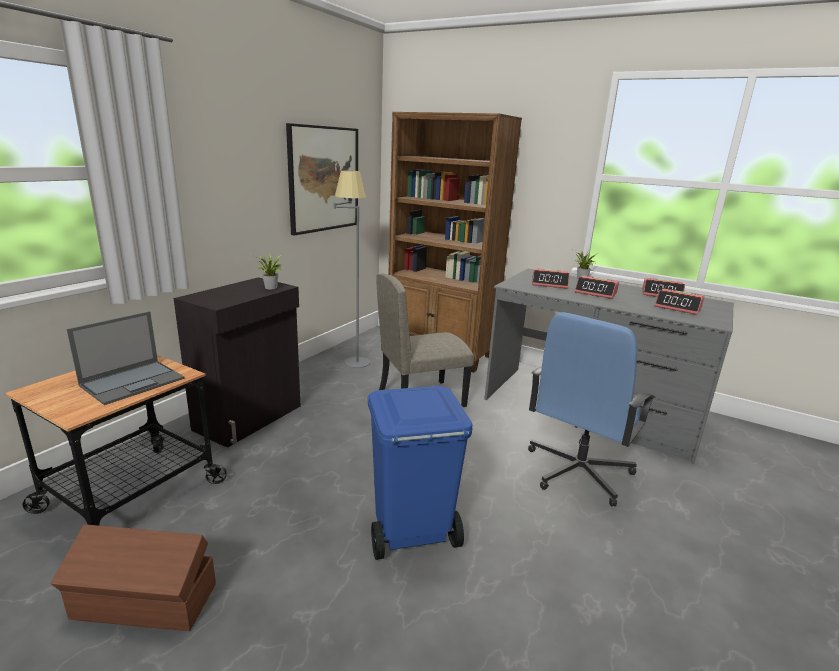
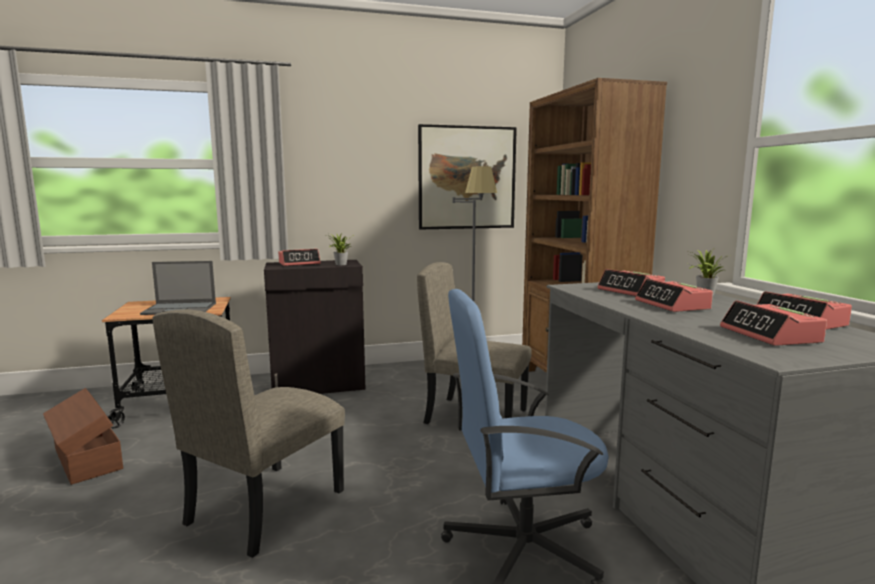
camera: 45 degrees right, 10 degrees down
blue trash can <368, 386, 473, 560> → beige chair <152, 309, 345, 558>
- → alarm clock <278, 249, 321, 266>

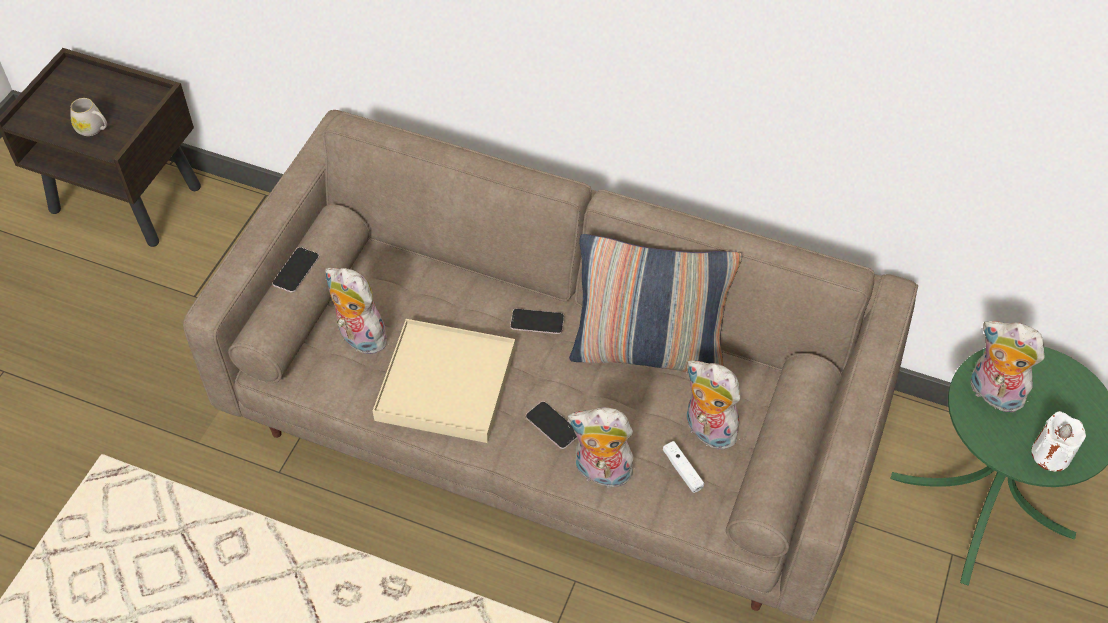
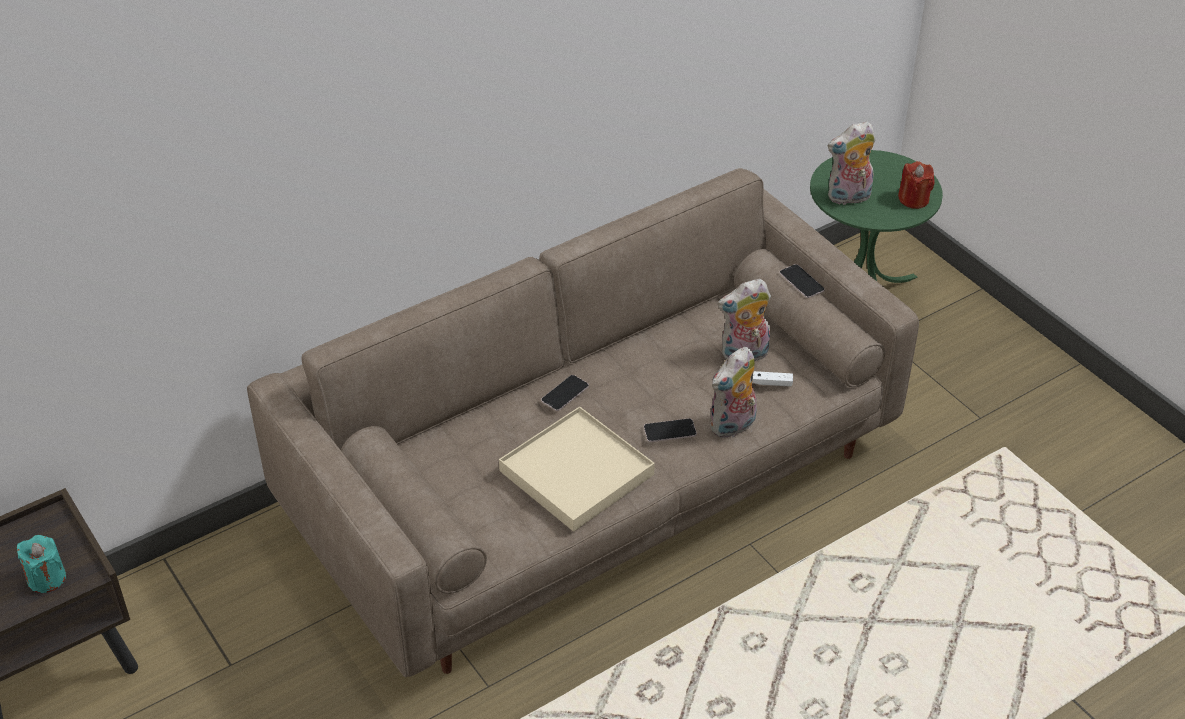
camera: 55 degrees left, 10 degrees down
white mug <70, 98, 107, 136> → turquoise candle <17, 535, 66, 593>
phone <272, 247, 320, 293> → phone <780, 264, 825, 298>, shifted
plush toy <325, 268, 389, 354> → -
pillow <569, 234, 742, 373> → -
white candle <1031, 411, 1086, 471> → red candle <898, 161, 935, 209>

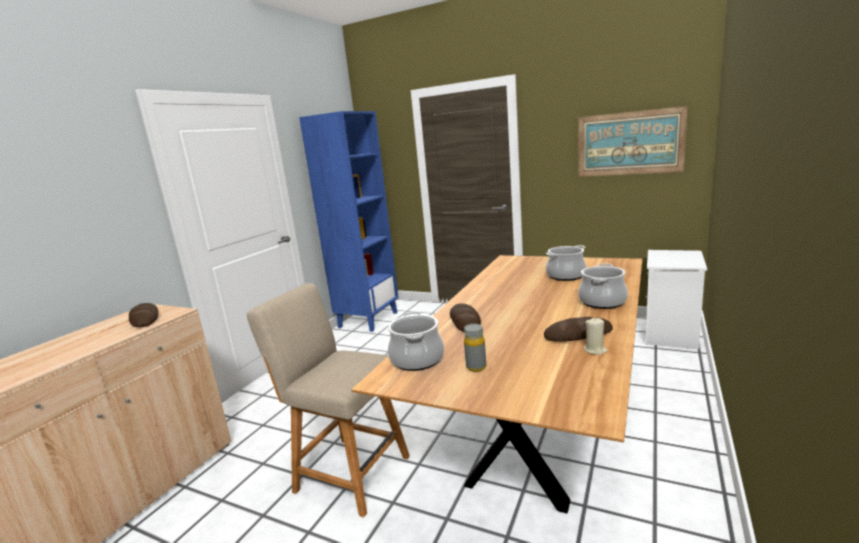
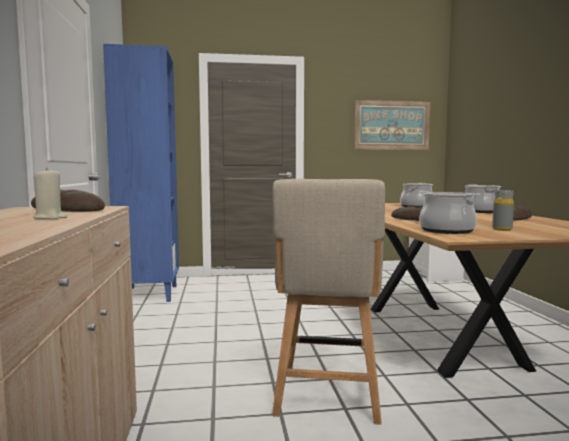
camera: 35 degrees left, 10 degrees down
beige chair <247, 283, 410, 517> → beige chair <272, 179, 385, 425>, 75 degrees counterclockwise
beige candle <583, 317, 608, 355> → beige candle <33, 168, 67, 219>, shifted

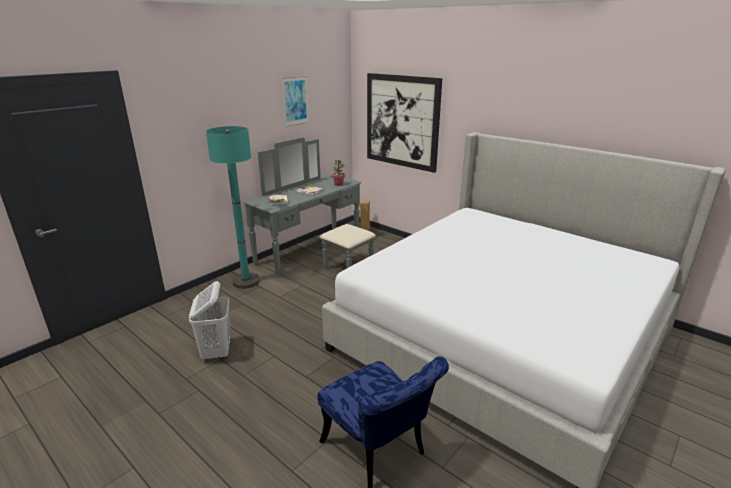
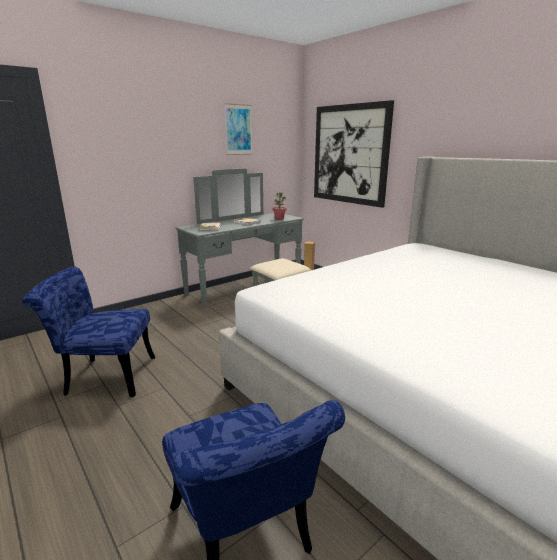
camera: 10 degrees right, 5 degrees down
white laundry basket <189, 281, 230, 361> → blue chair <22, 266, 155, 397>
turquoise floor lamp <206, 126, 260, 289> → -

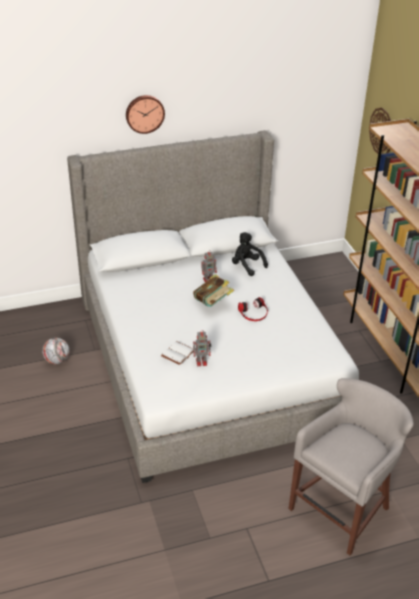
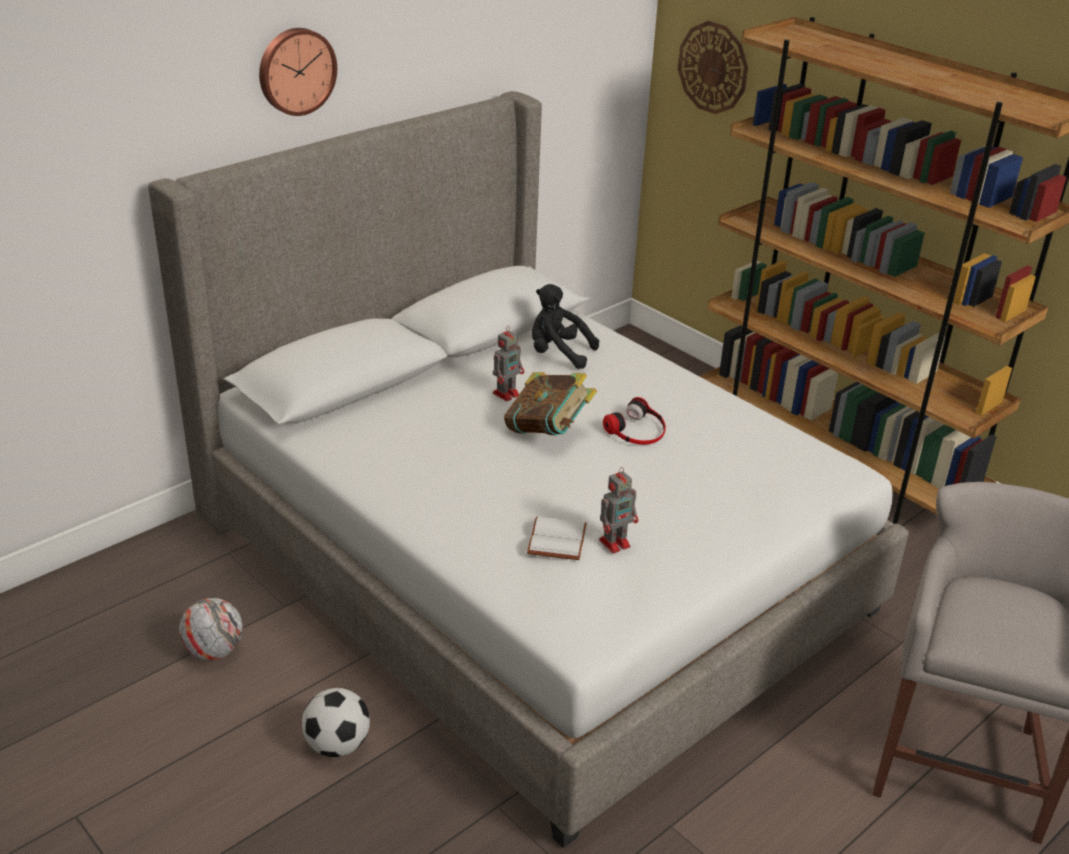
camera: 25 degrees left, 5 degrees down
- → football <302, 688, 370, 757>

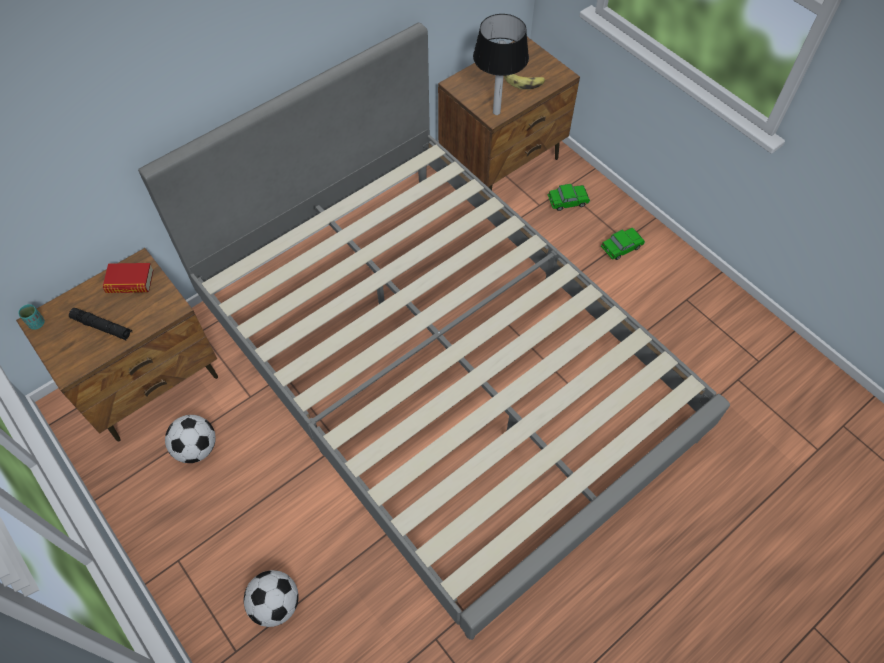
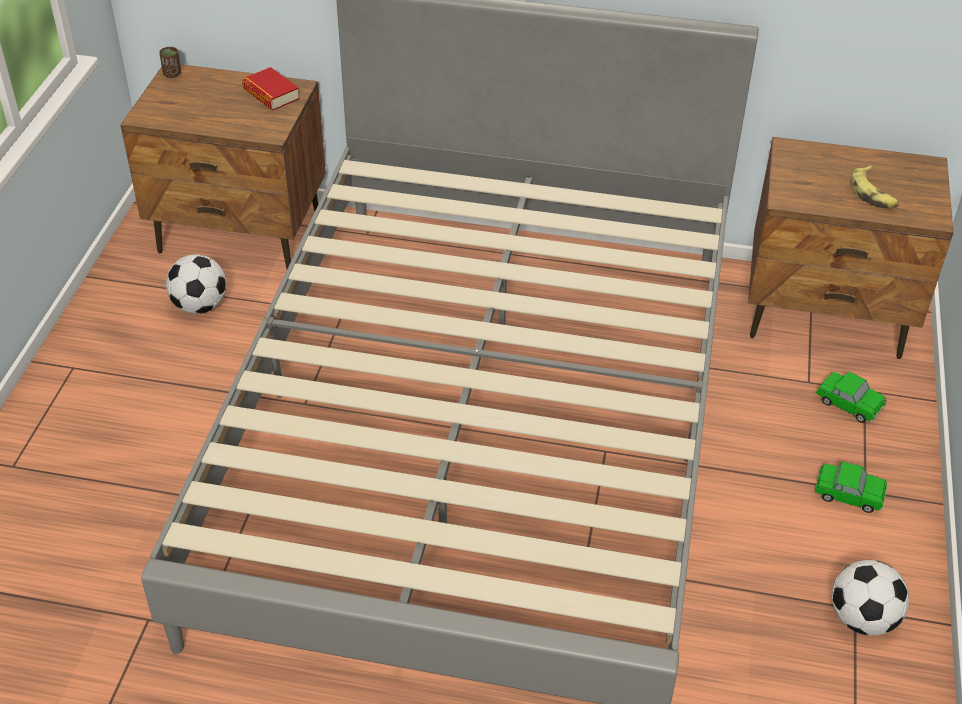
camera: 50 degrees right, 15 degrees down
turquoise cup <18, 304, 45, 330> → brown cup <159, 47, 181, 78>
black flashlight <69, 308, 132, 340> → -
football <244, 570, 299, 627> → football <832, 560, 909, 636>, shifted
table lamp <473, 14, 529, 115> → -

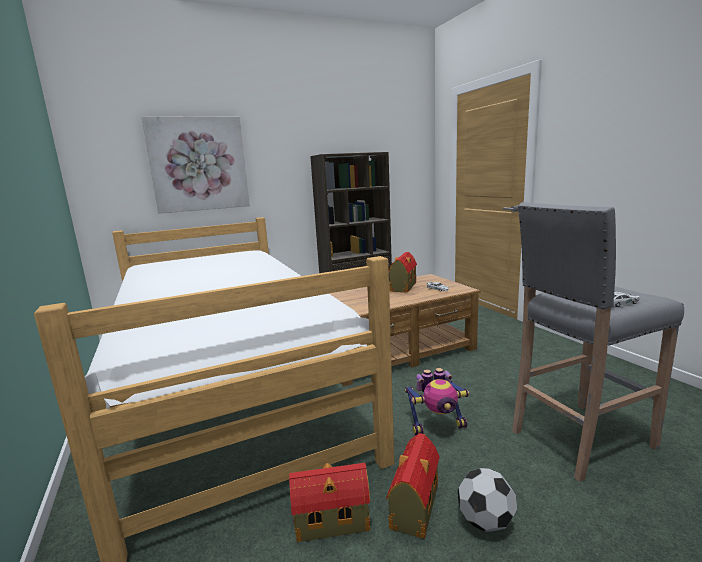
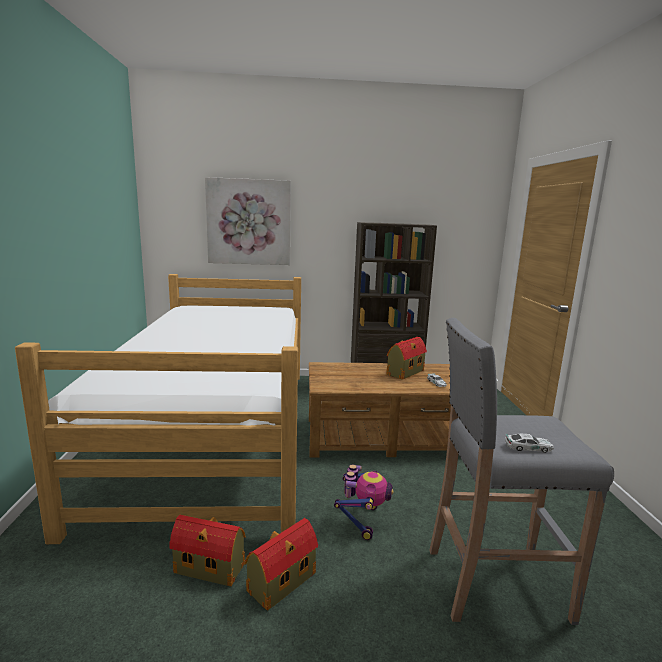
camera: 20 degrees right, 0 degrees up
toy robot <405, 368, 469, 435> → toy robot <334, 464, 394, 540>, 90 degrees counterclockwise
football <458, 468, 517, 532> → -

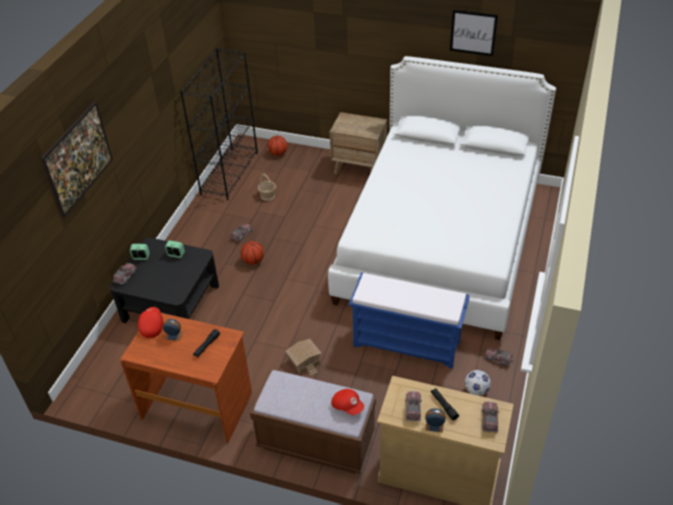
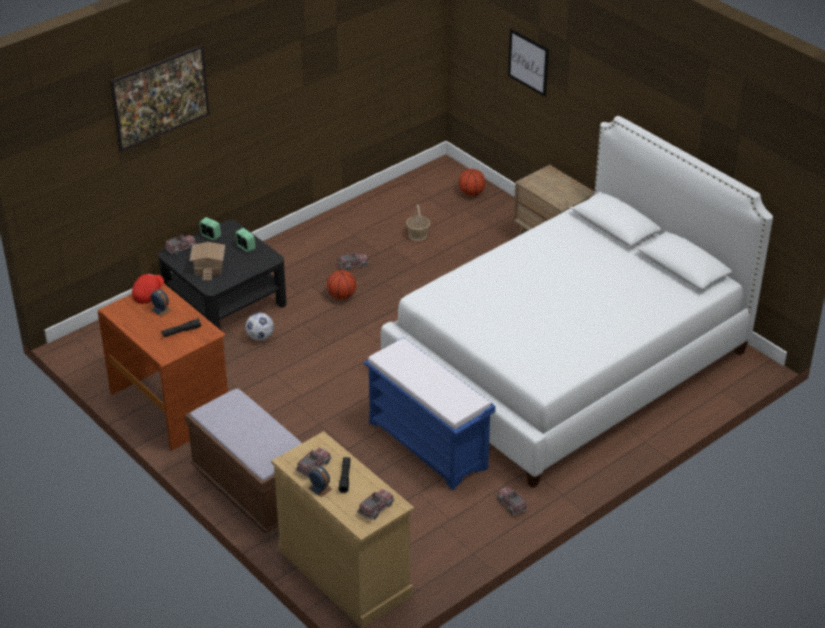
camera: 30 degrees right, 5 degrees down
black bookcase <180, 48, 258, 200> → -
toy house <285, 339, 322, 376> → toy house <190, 242, 225, 281>, shifted
red cap <331, 389, 364, 415> → -
picture <450, 10, 498, 56> → picture <508, 29, 549, 97>, shifted
football <465, 370, 491, 396> → football <246, 313, 274, 341>, shifted

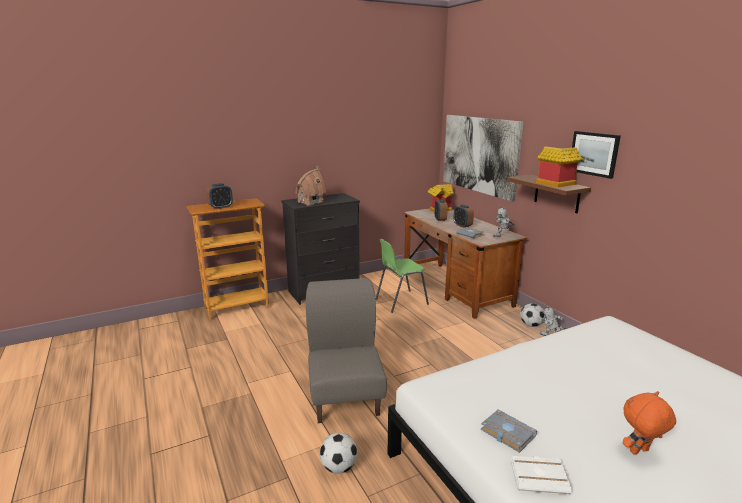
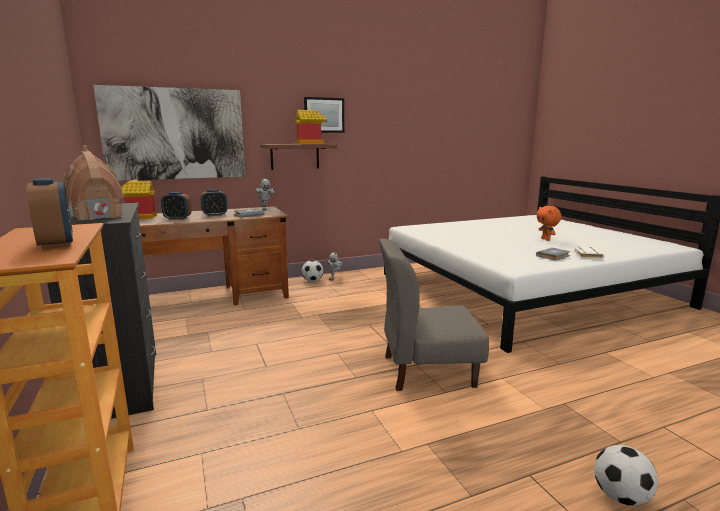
camera: 85 degrees left, 5 degrees down
football <320, 433, 357, 474> → football <594, 445, 658, 506>, shifted
green chair <376, 239, 429, 313> → -

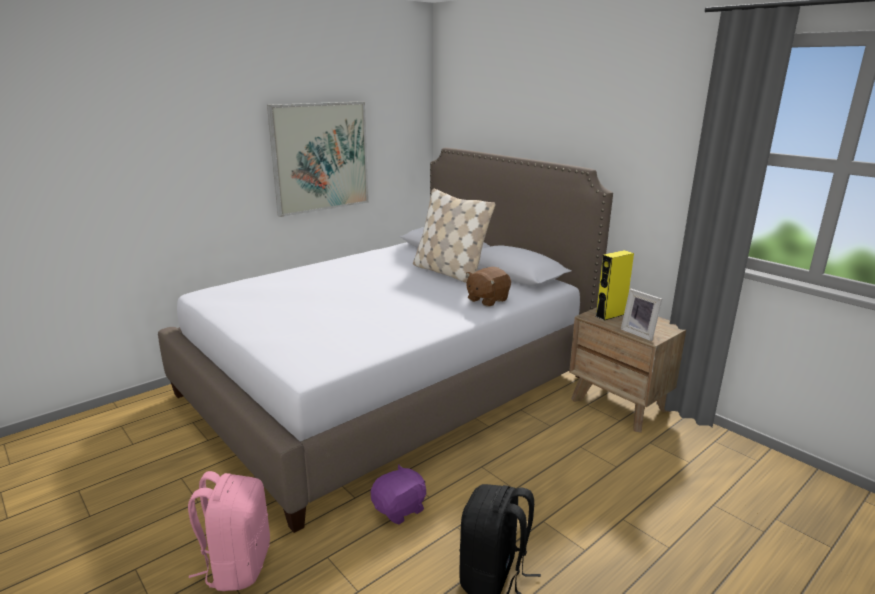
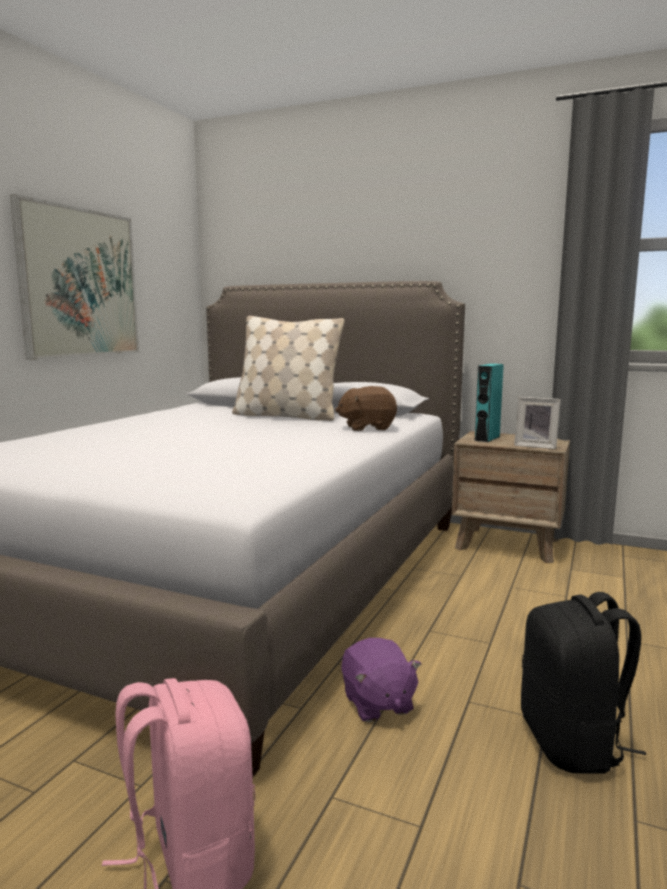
camera: 25 degrees left, 10 degrees down
purple plush toy <370, 464, 426, 524> → purple plush toy <341, 638, 421, 722>, 135 degrees clockwise
brown plush toy <466, 267, 511, 307> → brown plush toy <335, 386, 397, 431>, 60 degrees clockwise
yellow speaker <596, 250, 634, 321> → turquoise speaker <474, 364, 504, 442>

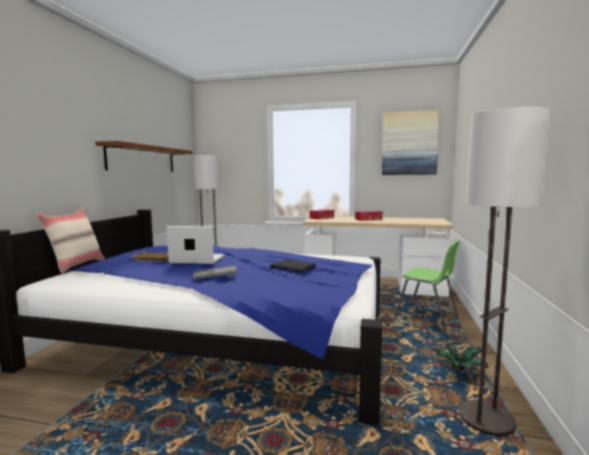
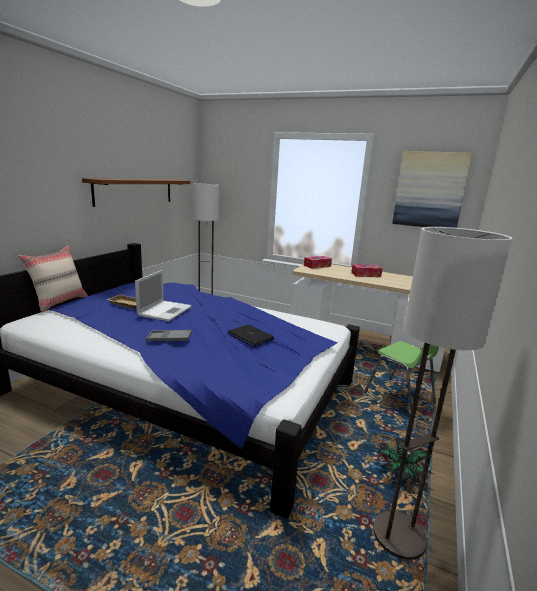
camera: 10 degrees right, 10 degrees up
laptop <167, 226, 224, 264> → laptop <135, 270, 192, 321>, 90 degrees clockwise

